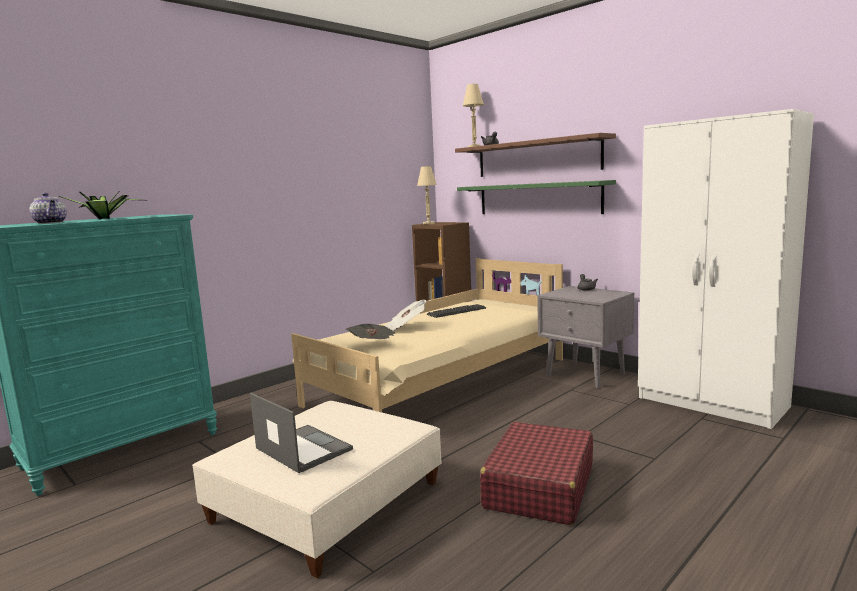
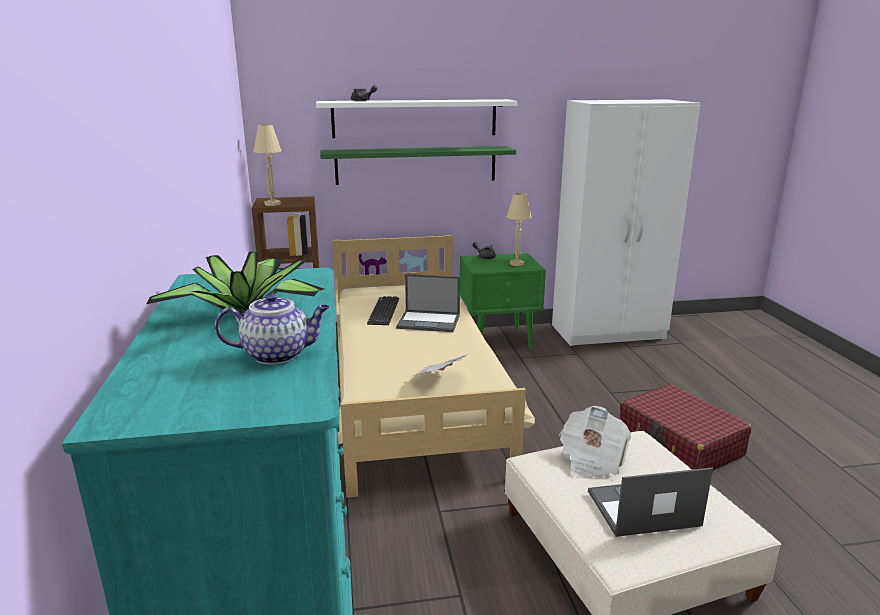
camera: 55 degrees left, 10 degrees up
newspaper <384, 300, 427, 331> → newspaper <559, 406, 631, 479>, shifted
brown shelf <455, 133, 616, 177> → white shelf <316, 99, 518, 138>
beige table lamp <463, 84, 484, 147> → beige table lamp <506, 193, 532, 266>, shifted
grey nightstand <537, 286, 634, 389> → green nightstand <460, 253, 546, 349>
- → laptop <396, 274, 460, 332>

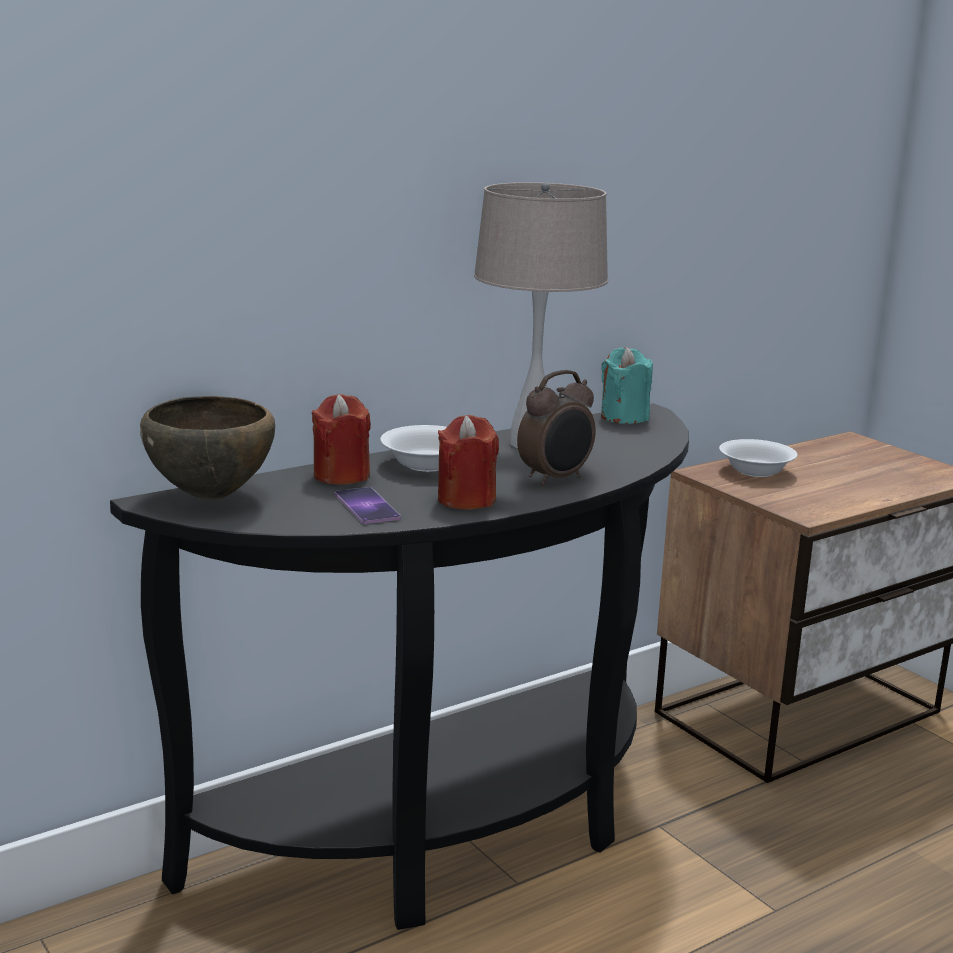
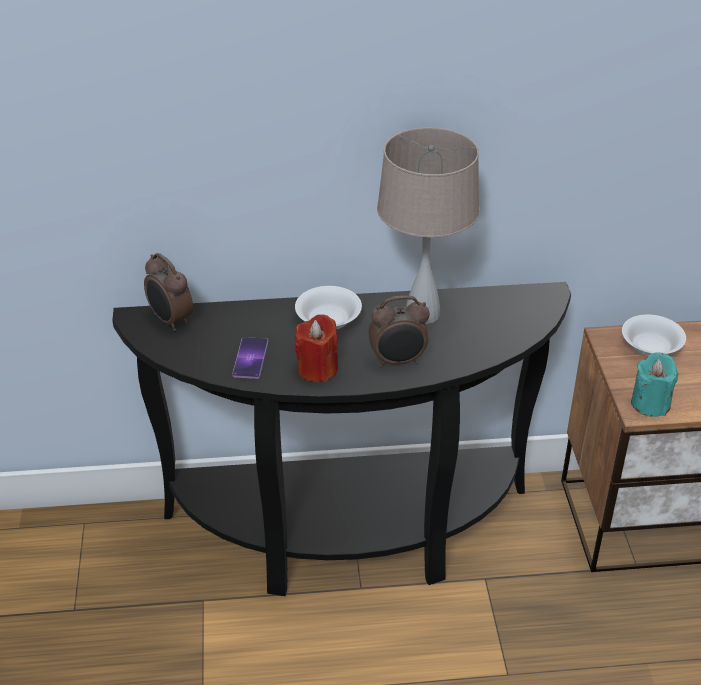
camera: 30 degrees right, 20 degrees up
brown bowl <140, 396, 275, 500> → alarm clock <144, 253, 193, 331>
red candle <311, 394, 371, 484> → -
turquoise candle <601, 347, 653, 424> → turquoise candle <631, 353, 678, 417>, shifted

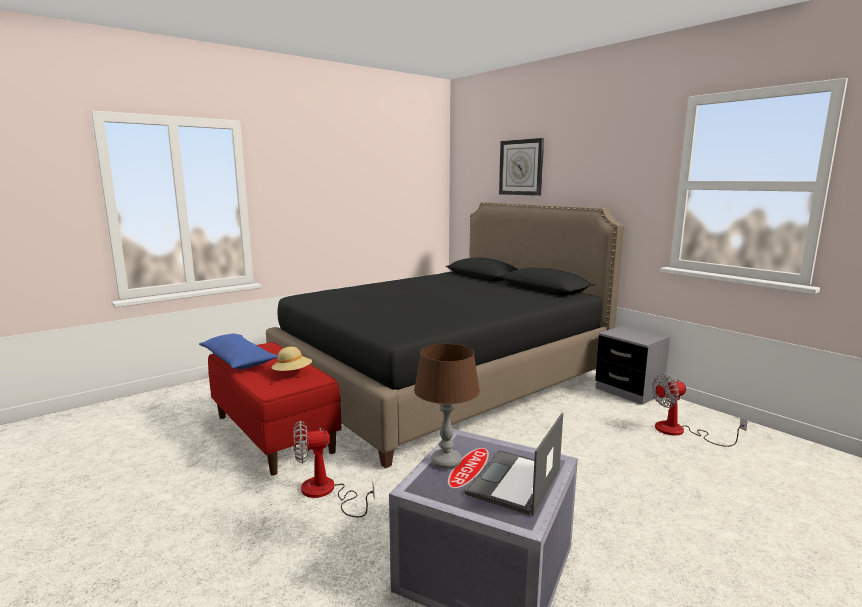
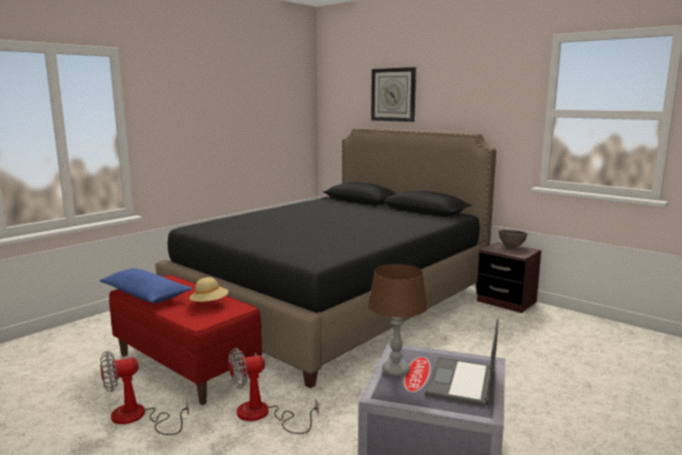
camera: 10 degrees left, 0 degrees up
grey nightstand <595, 326, 670, 405> → brown nightstand <477, 242, 541, 313>
fan <652, 374, 748, 447> → fan <100, 351, 189, 435>, shifted
- → brown bowl <498, 229, 528, 248>

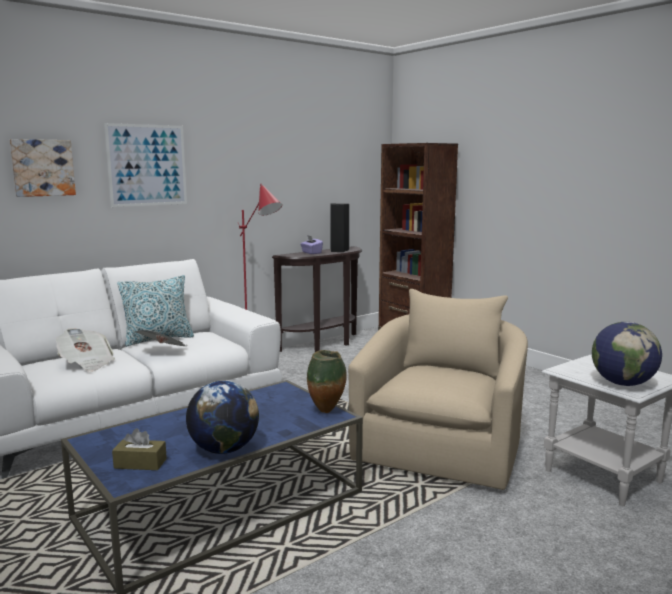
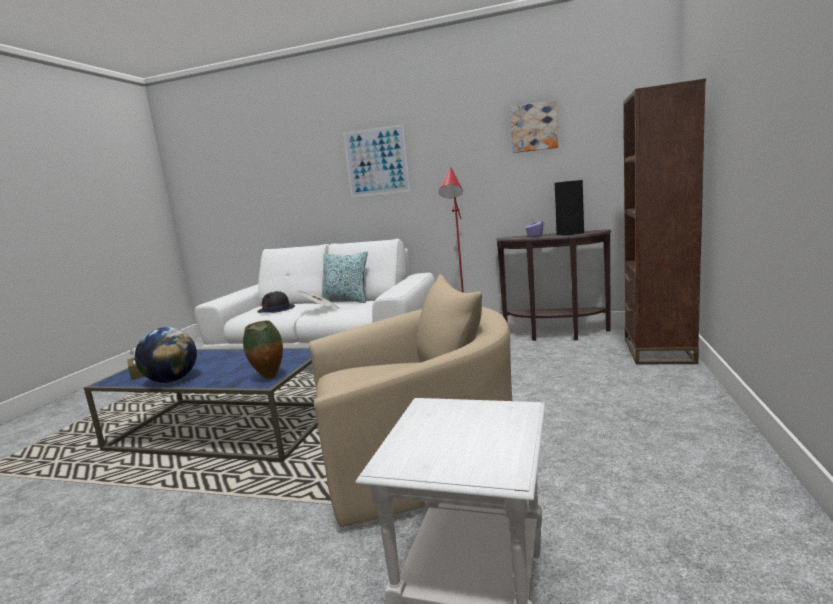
camera: 55 degrees right, 0 degrees up
picture <10, 139, 76, 197> → picture <510, 100, 558, 153>, shifted
newspaper <55, 328, 115, 372> → black hat <257, 291, 295, 313>
globe <592, 322, 662, 386> → -

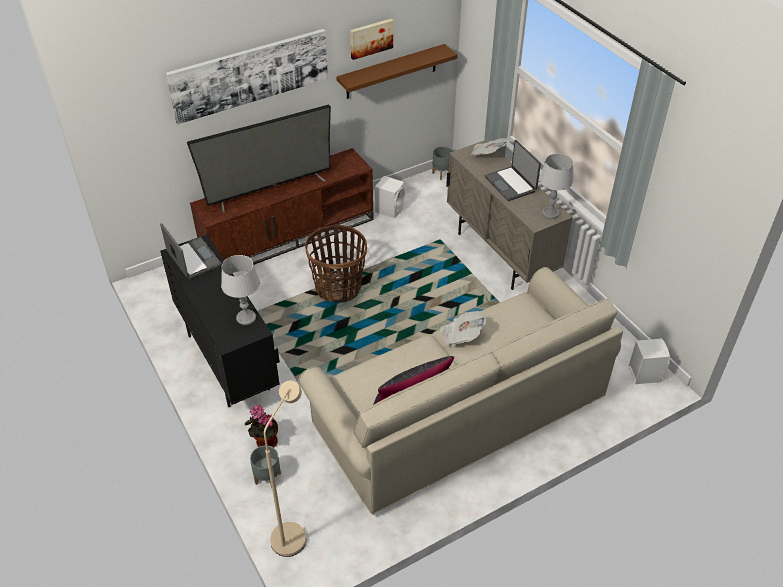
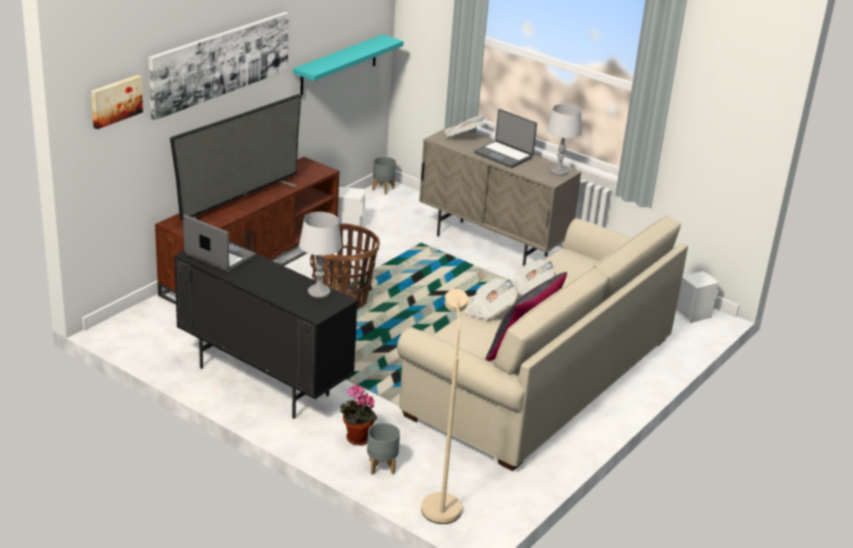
camera: 25 degrees left, 15 degrees down
brown shelf <336, 44, 458, 99> → turquoise shelf <293, 34, 403, 95>
picture <350, 19, 393, 60> → picture <91, 75, 143, 129>, shifted
- → newspaper <465, 278, 517, 321>

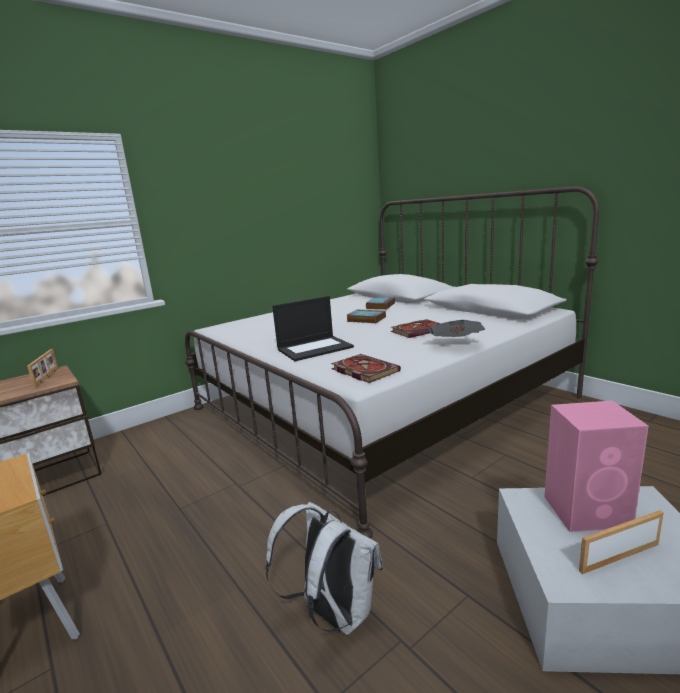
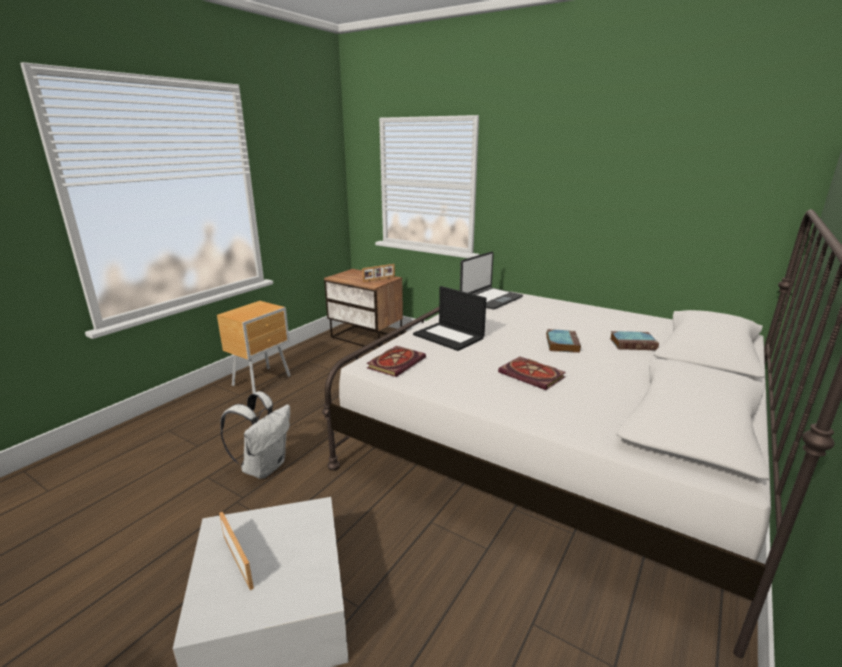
camera: 70 degrees right, 5 degrees up
newspaper <428, 320, 485, 337> → -
pink speaker <545, 401, 649, 532> → -
- → laptop <460, 252, 523, 309>

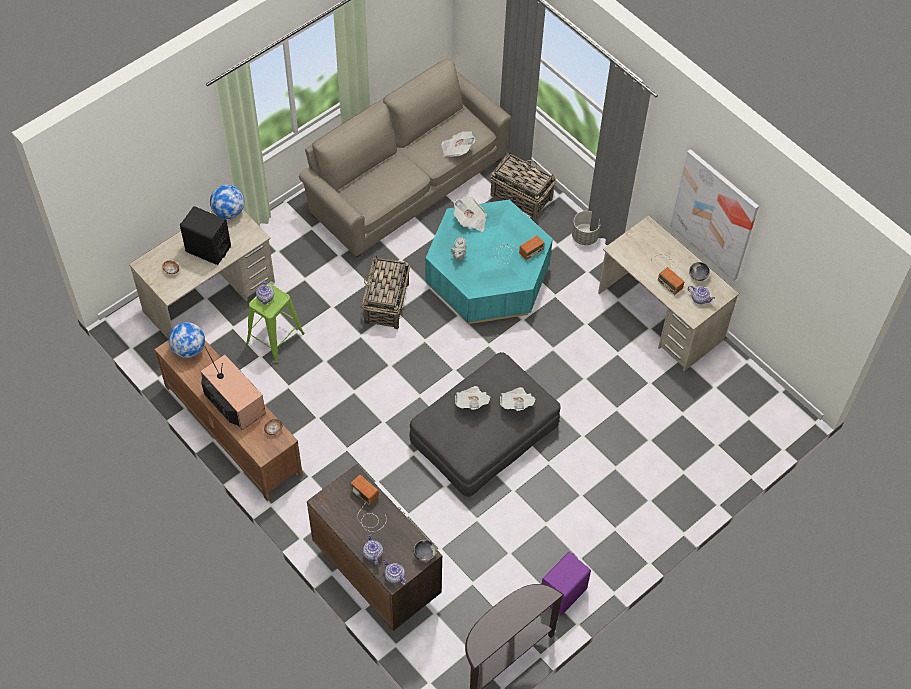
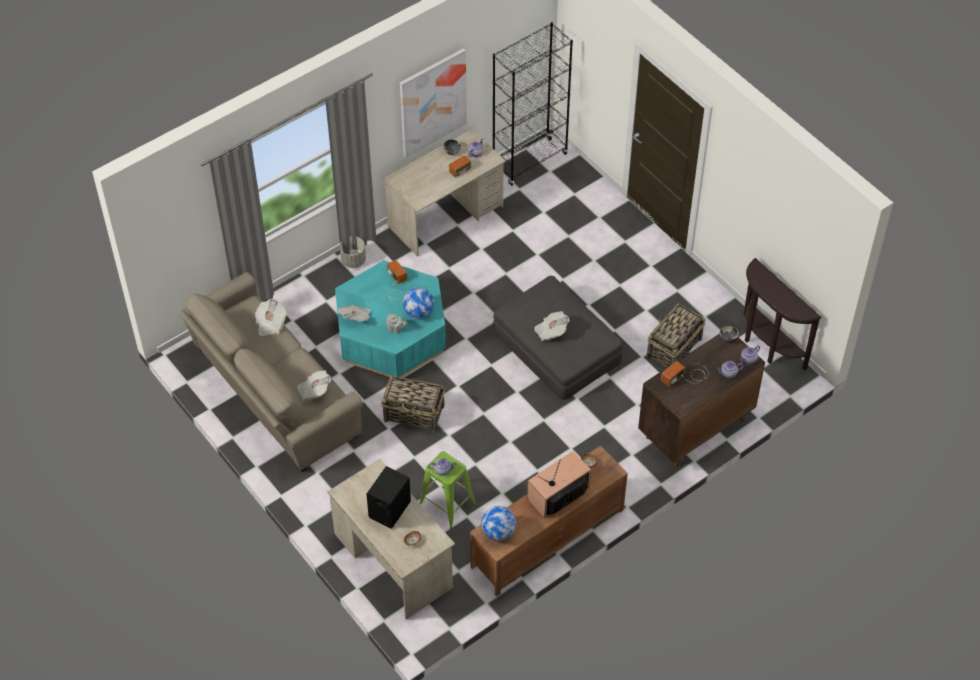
camera: 85 degrees left, 5 degrees down
globe <210, 184, 245, 219> → globe <403, 287, 434, 319>, shifted
basket <491, 151, 556, 220> → basket <647, 301, 705, 367>, shifted
newspaper <500, 387, 536, 411> → newspaper <297, 370, 331, 401>, shifted
purple speaker <542, 552, 591, 616> → -
- → black bookcase <493, 22, 573, 186>

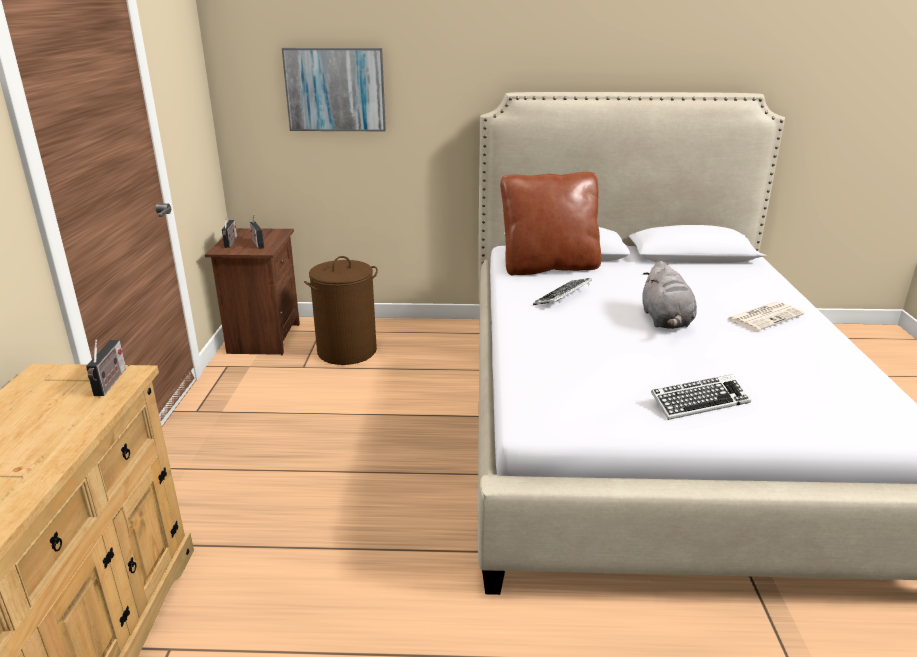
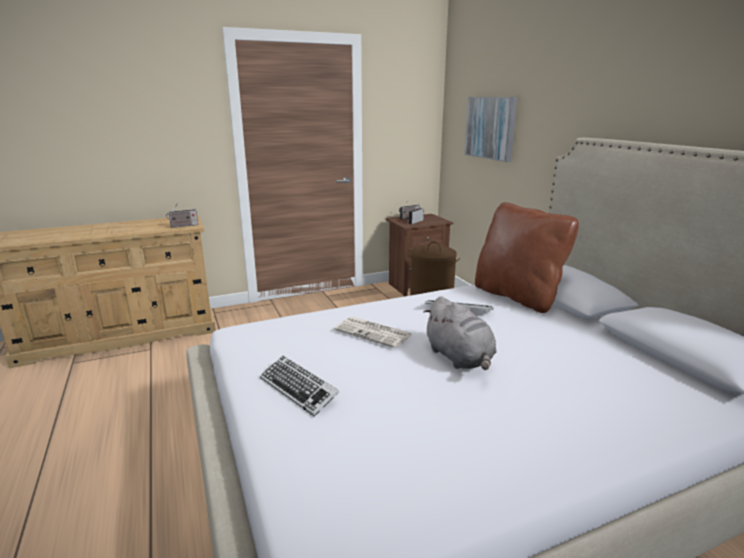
camera: 65 degrees right, 5 degrees down
grey plush toy <642, 261, 697, 329> → grey plush toy <423, 296, 497, 370>, 90 degrees counterclockwise
newspaper <727, 302, 805, 331> → newspaper <334, 317, 413, 348>, shifted

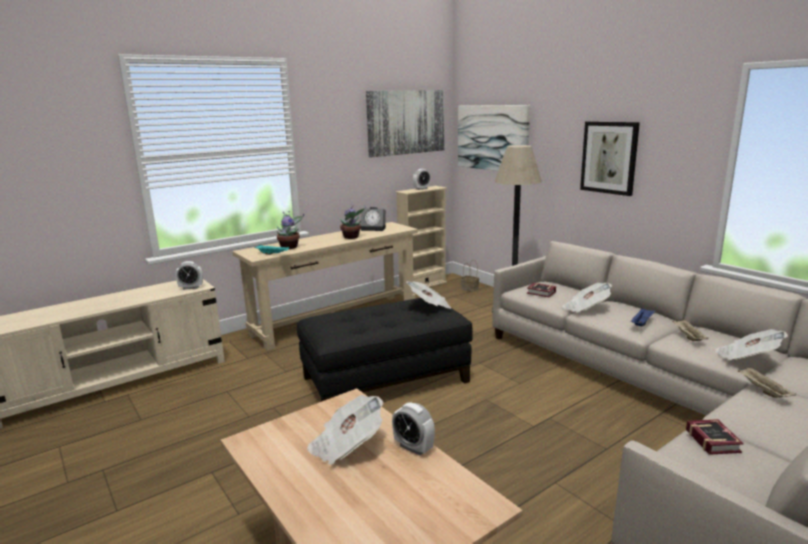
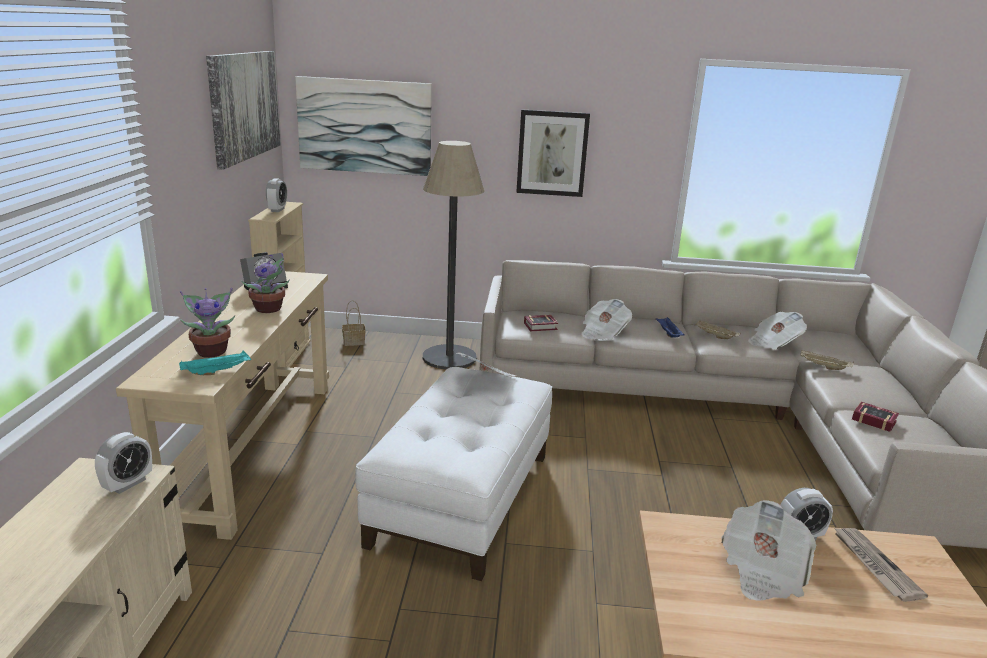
camera: 50 degrees left, 5 degrees up
black ottoman <297, 298, 473, 402> → white ottoman <355, 367, 552, 581>
- → newspaper <833, 527, 928, 602>

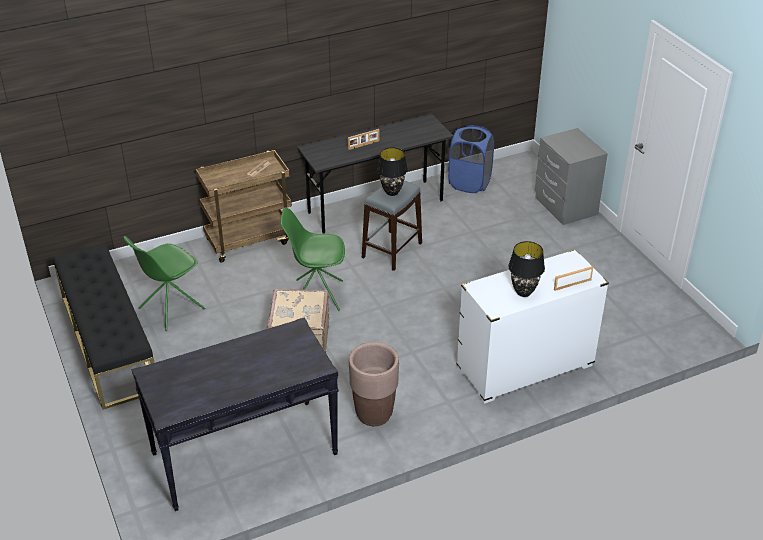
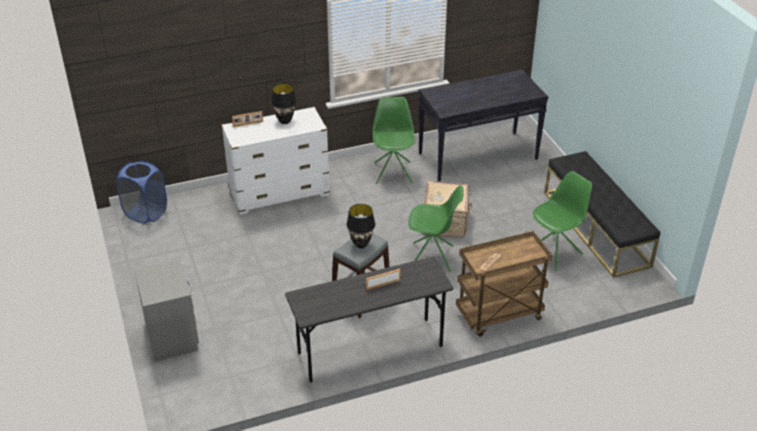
camera: 175 degrees left, 0 degrees up
brown planter <349, 342, 399, 426> → green chair <373, 97, 415, 184>
blue laundry basket <448, 125, 494, 193> → blue laundry basket <117, 161, 167, 224>, shifted

